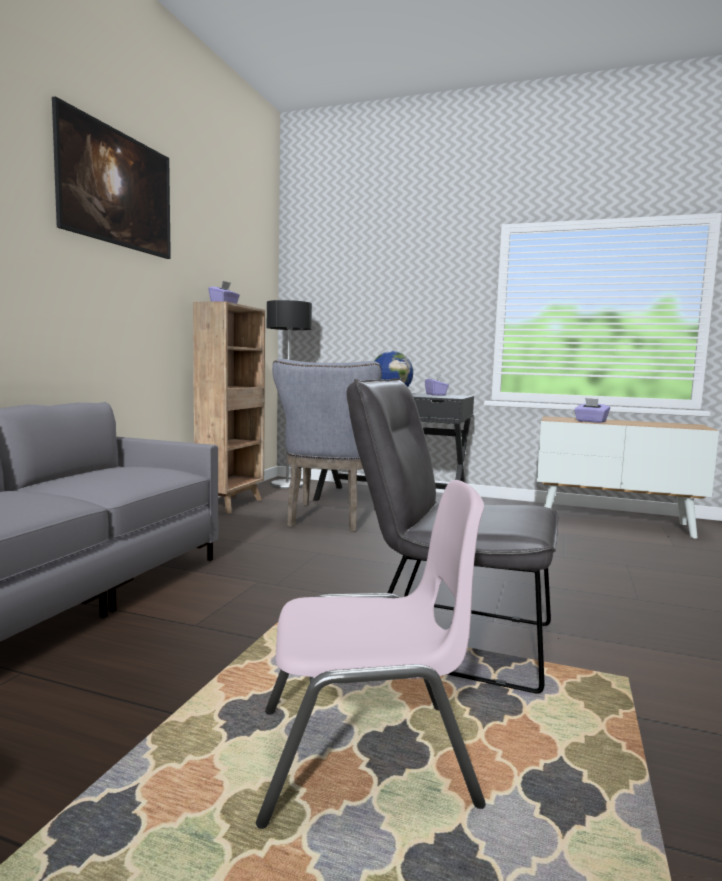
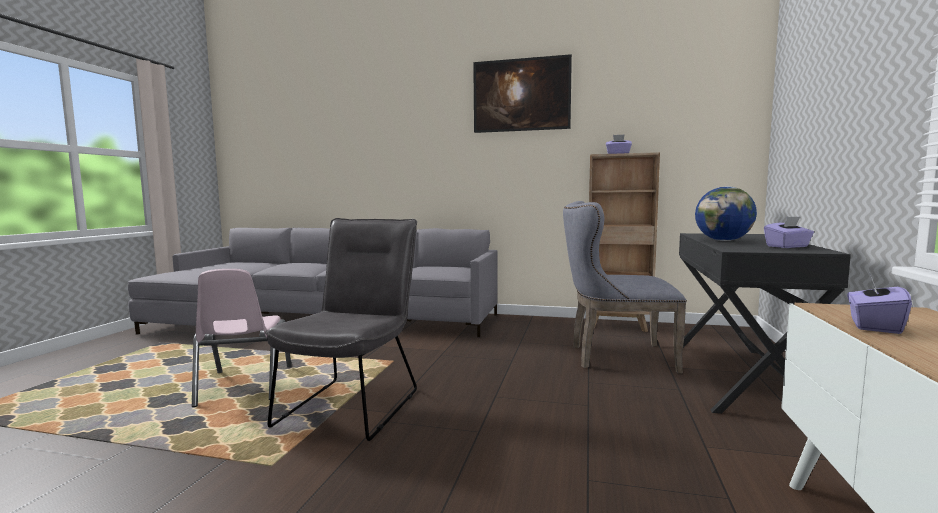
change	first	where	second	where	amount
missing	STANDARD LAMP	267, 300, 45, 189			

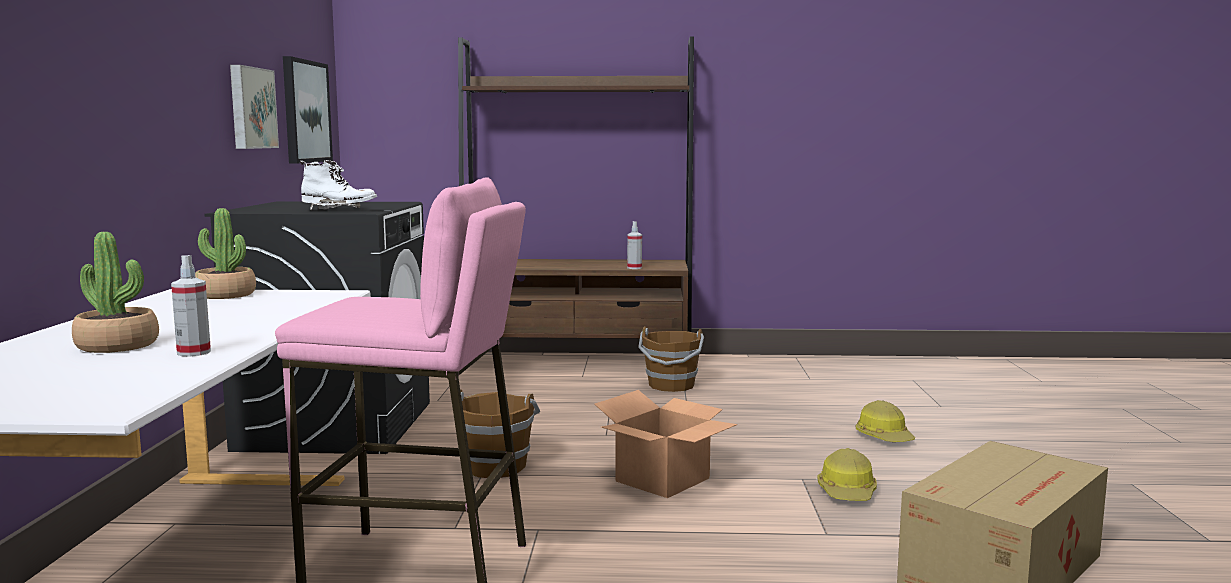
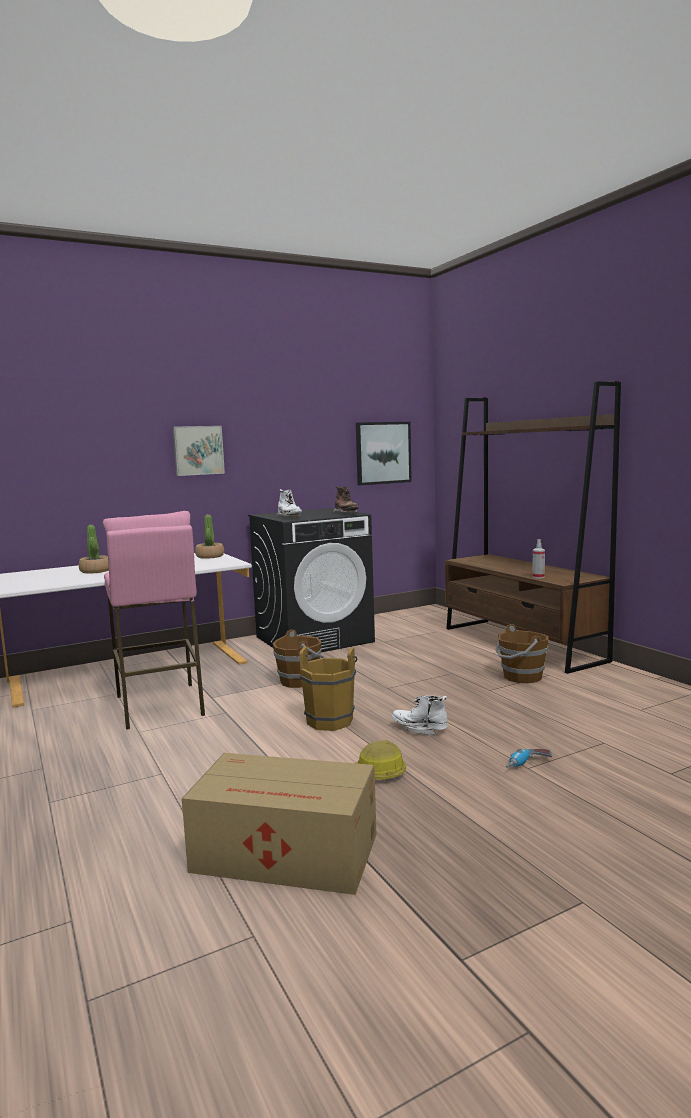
change	first	where	second	where	amount
missing	SPRAYER	171, 255, 40, 101			
relocated	PICTURE	230, 65, 49, 84		172, 426, 53, 50	
exchanged	CARTON	594, 390, 143, 108	BROWNISH WATER BUCKET	299, 646, 58, 85	
exchanged	HARD HAT	856, 400, 59, 42	ELECTRIC DRILL	506, 749, 46, 19	
appeared			BROWNISH TALL BOOT	333, 486, 26, 27	
appeared			WHITE-COLOURED TALL BOOT	391, 695, 57, 41	

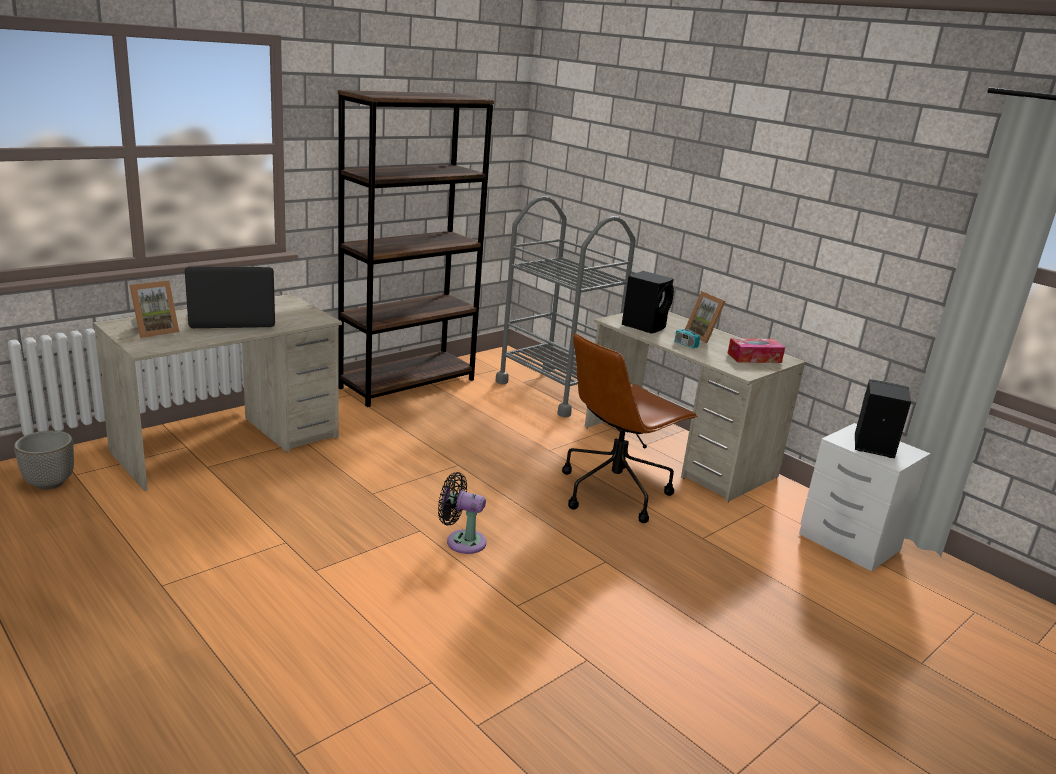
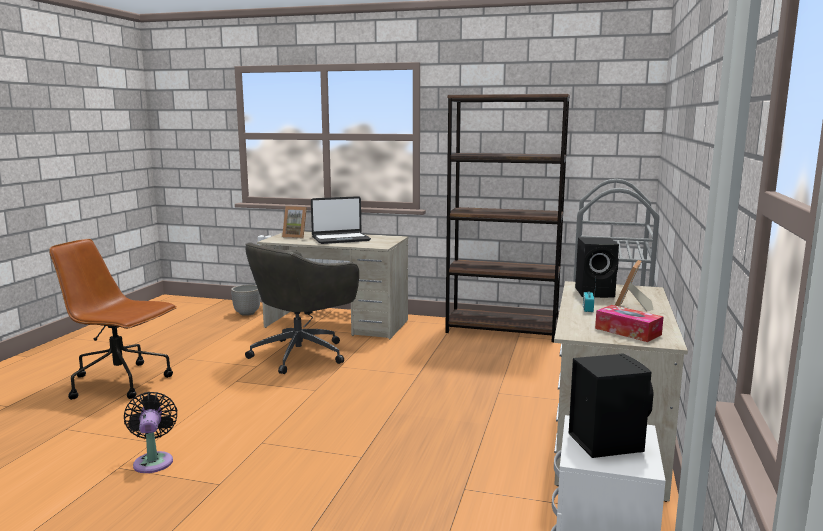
change	first	where	second	where	amount
spun	PORTABLE COMPUTER	185, 267, 90, 61		311, 196, 60, 48	120 degrees clockwise
relocated	BLACK-COLOURED COOLING FAN	438, 472, 49, 82		124, 392, 53, 81	
relocated	BROWNISH DESK CHAIR	562, 333, 136, 190		49, 239, 128, 161	
appeared			GREYISH DESK CHAIR	245, 242, 114, 132	

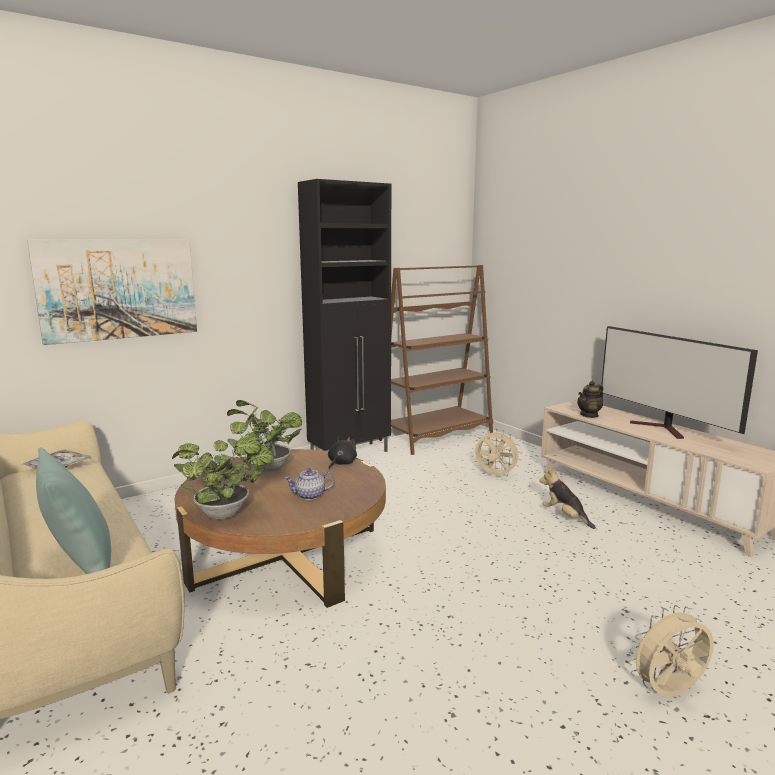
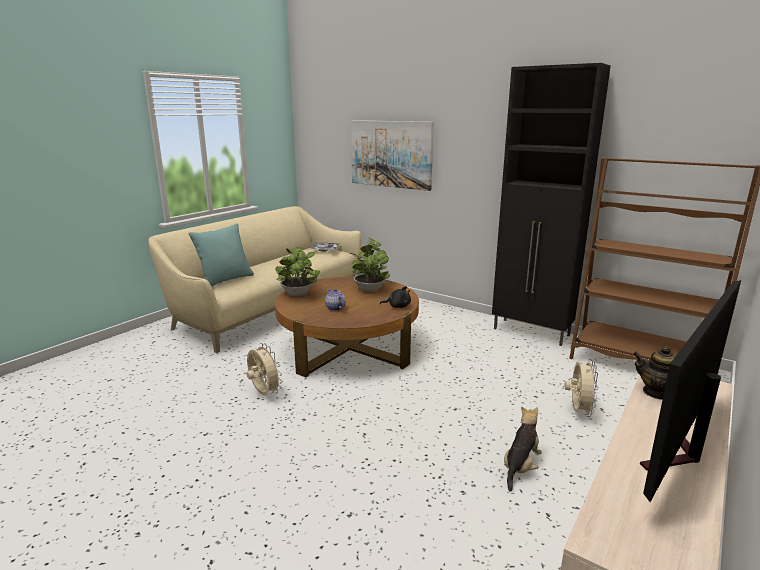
change	first	where	second	where	amount
relocated	BEIGE COOLING FAN	628, 605, 86, 91		246, 343, 37, 52	

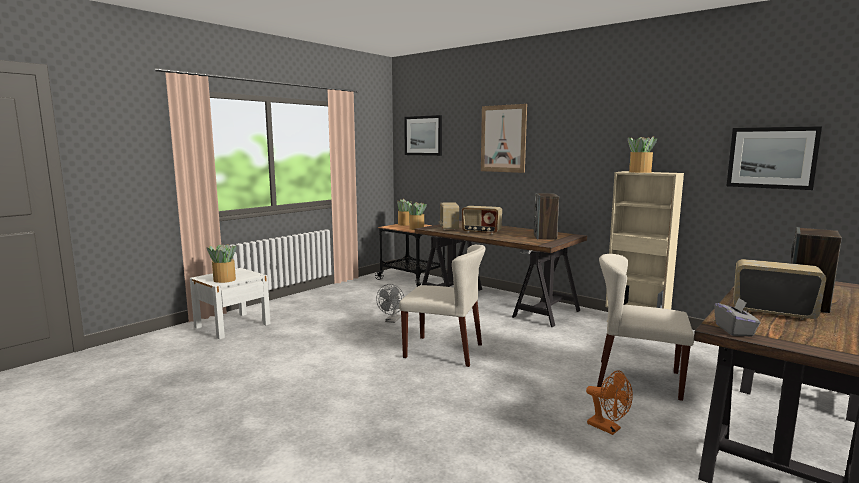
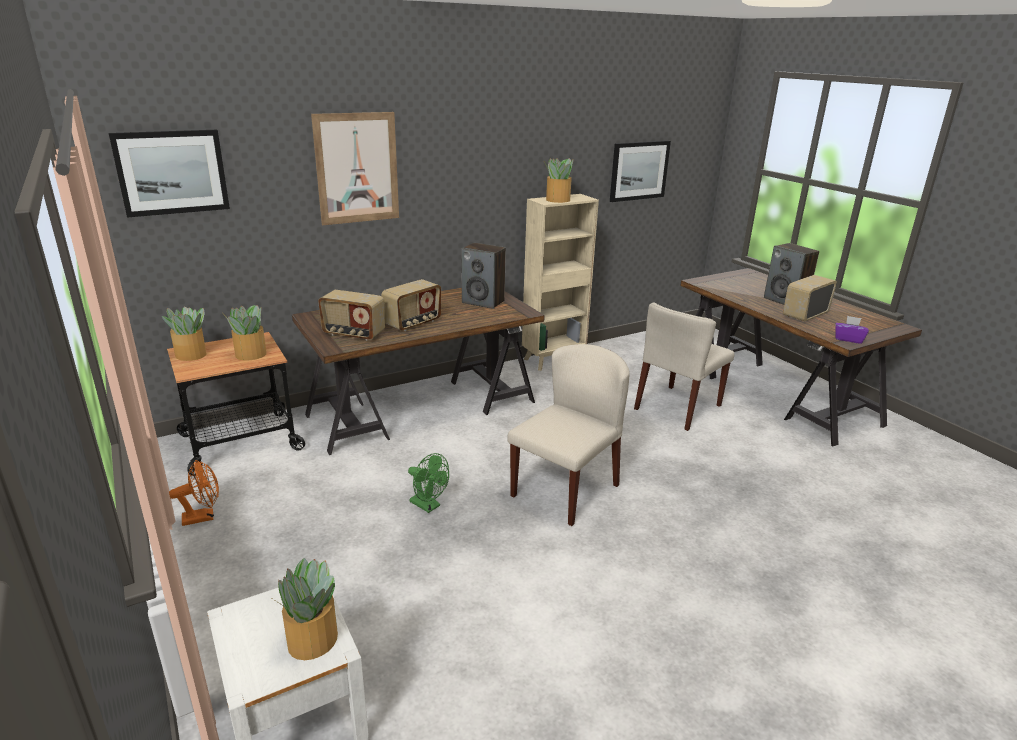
change	first	where	second	where	amount
colour	GREYISH COOLING FAN	376, 284, 28, 39	GREEN COOLING FAN	408, 453, 41, 60	
relocated	ORANGE COOLING FAN	586, 371, 47, 64		169, 460, 50, 66	
colour	GREYISH TISSUE BOX	714, 298, 46, 38	PURPLISH TISSUE BOX	835, 316, 34, 28	

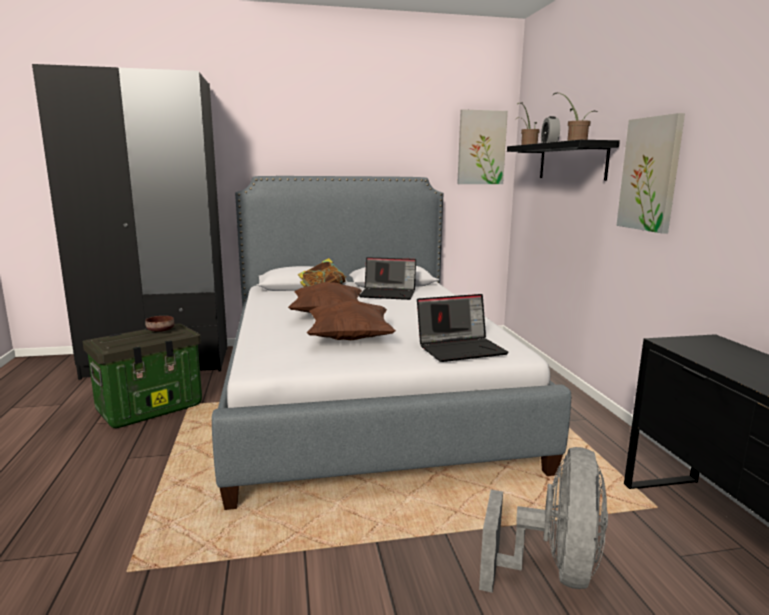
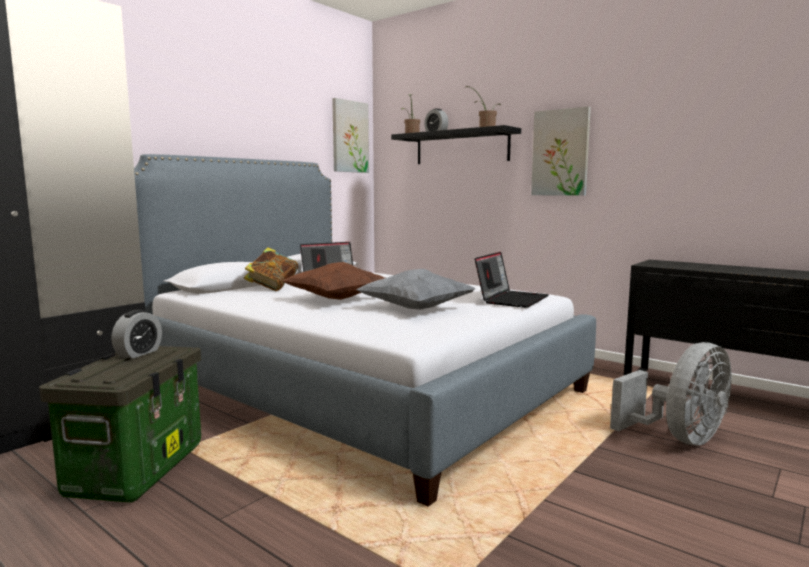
change	first	where	second	where	amount
exchanged	BROWNISH DEEP DISH	145, 316, 29, 16	BEDSIDE CLOCK	111, 310, 51, 48	
colour	BROWNISH PILLOW	307, 301, 89, 39	GREYISH PILLOW	356, 269, 119, 41	
spun	GREYISH COOLING FAN	479, 447, 129, 146		610, 342, 122, 103	75 degrees clockwise

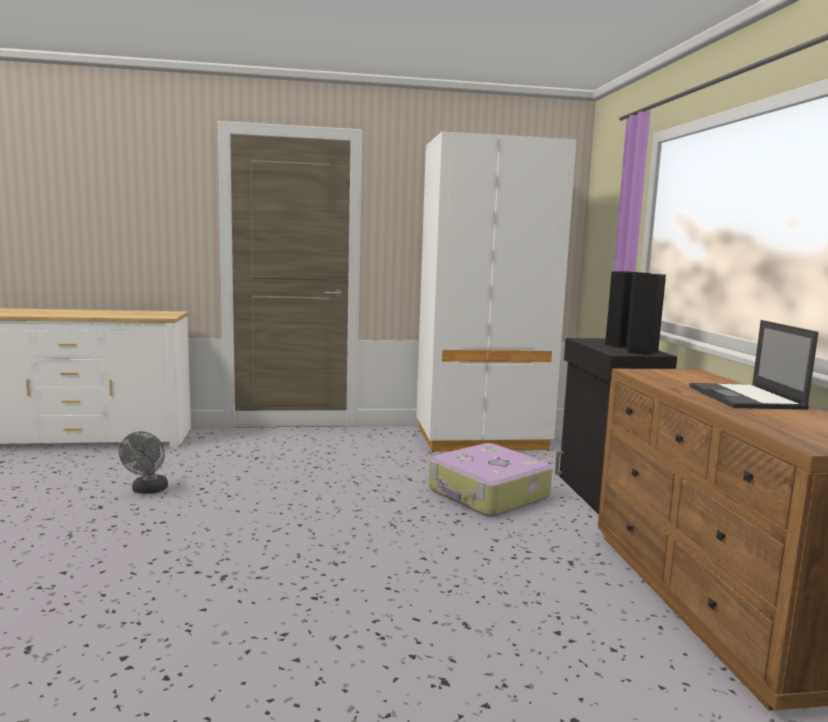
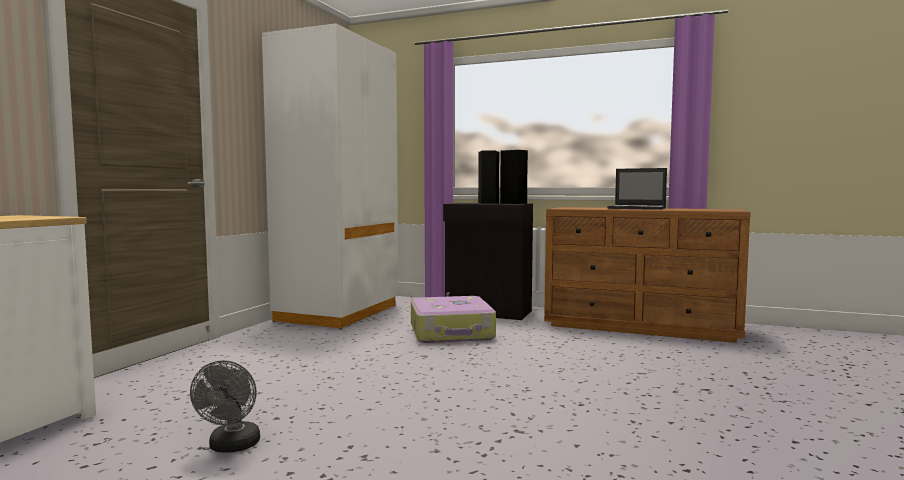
change	first	where	second	where	amount
spun	GREYISH COOLING FAN	119, 431, 49, 63		190, 360, 70, 93	60 degrees clockwise

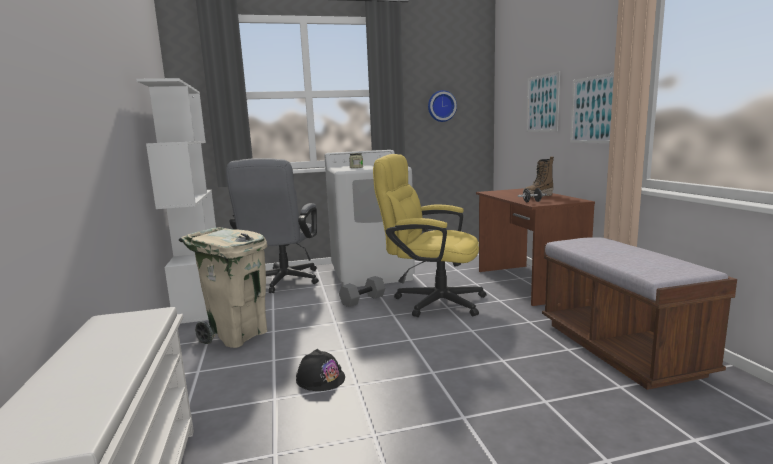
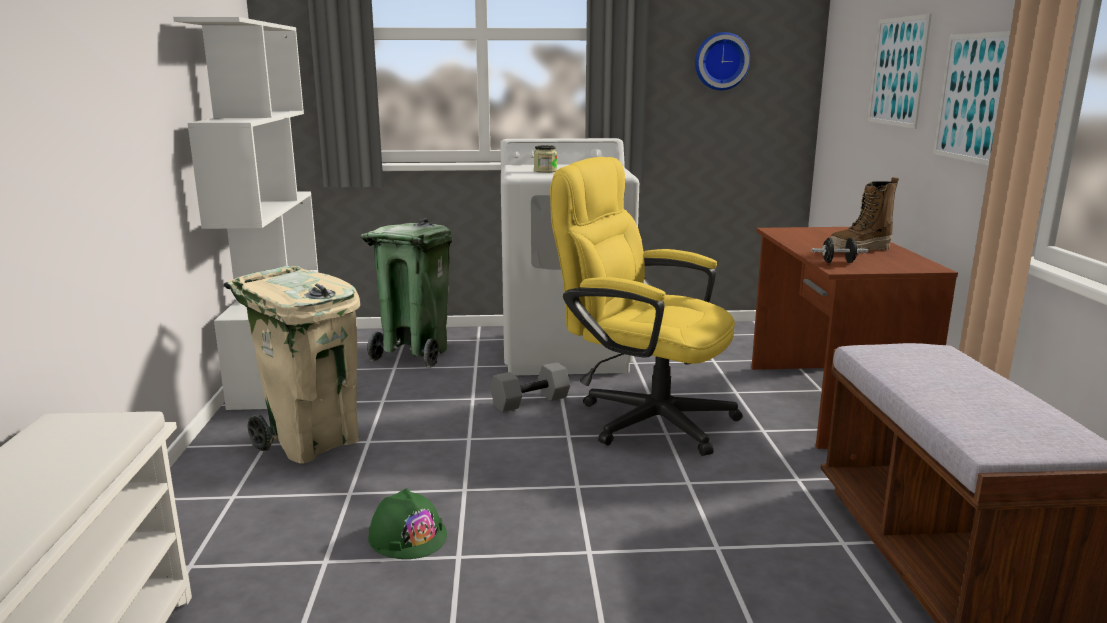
change	first	where	second	where	amount
exchanged	GREYISH DESK CHAIR	226, 158, 93, 135	GREEN TRASH CAN	361, 218, 91, 150	
colour	BLACK-COLOURED HARD HAT	296, 349, 49, 42	GREEN HARD HAT	368, 489, 79, 70	

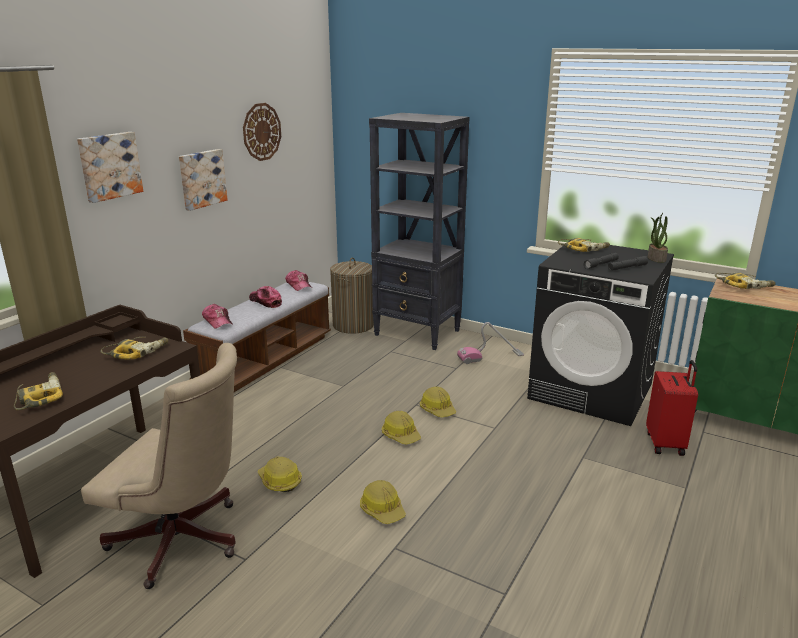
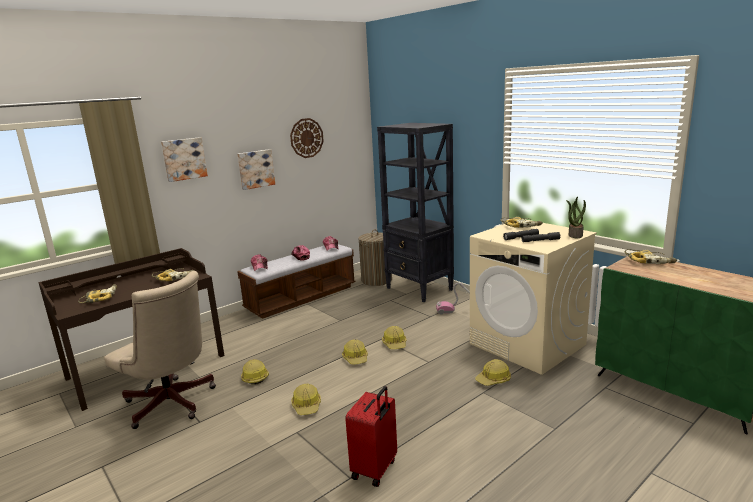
change	first	where	second	where	amount
colour	BLACK-COLOURED LAUNDRY MACHINE	527, 240, 147, 186	BEIGE LAUNDRY MACHINE	470, 219, 127, 156	
relocated	RED-COLOURED TRAVEL CASE	646, 360, 52, 96		345, 386, 52, 101	
appeared			HARD HAT	475, 359, 36, 27	

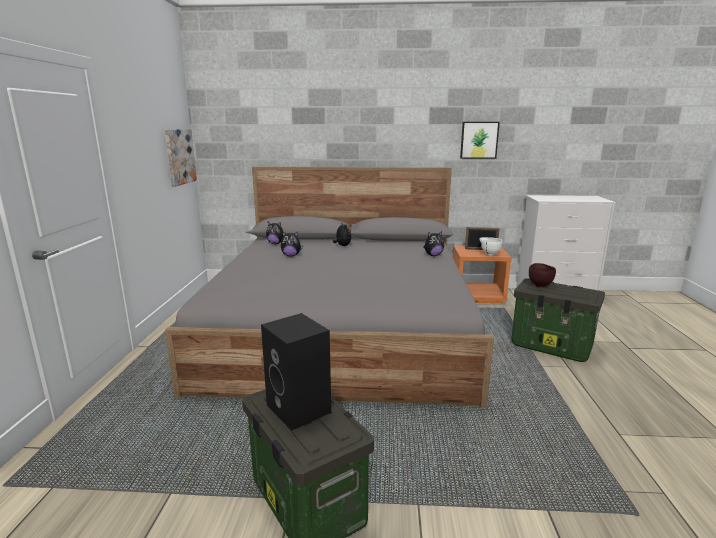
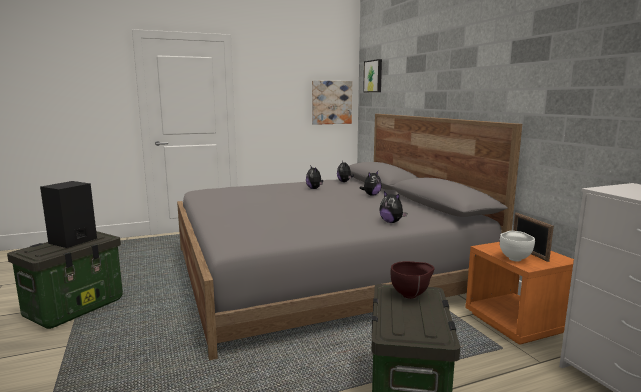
change	first	where	second	where	amount
relocated	PICTURE	460, 122, 40, 37		363, 59, 19, 33	

